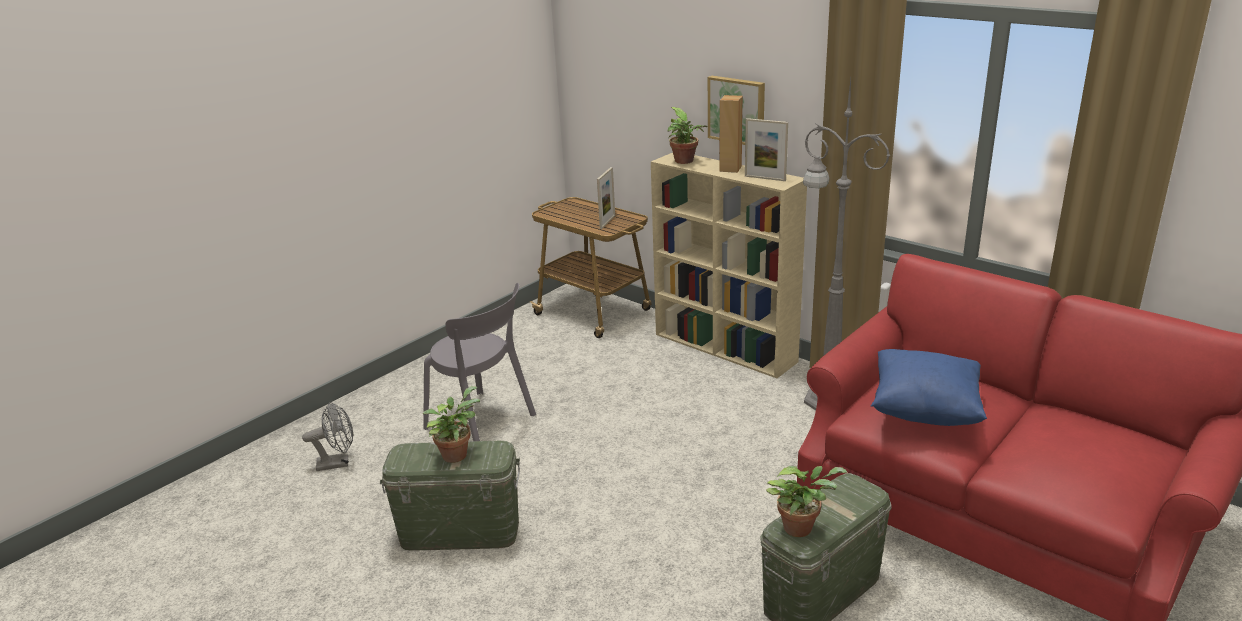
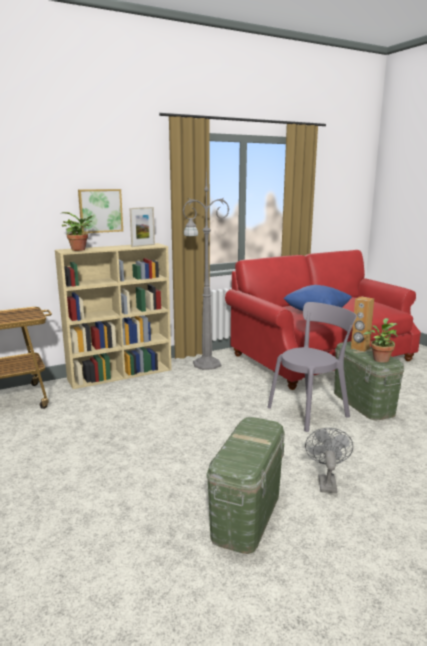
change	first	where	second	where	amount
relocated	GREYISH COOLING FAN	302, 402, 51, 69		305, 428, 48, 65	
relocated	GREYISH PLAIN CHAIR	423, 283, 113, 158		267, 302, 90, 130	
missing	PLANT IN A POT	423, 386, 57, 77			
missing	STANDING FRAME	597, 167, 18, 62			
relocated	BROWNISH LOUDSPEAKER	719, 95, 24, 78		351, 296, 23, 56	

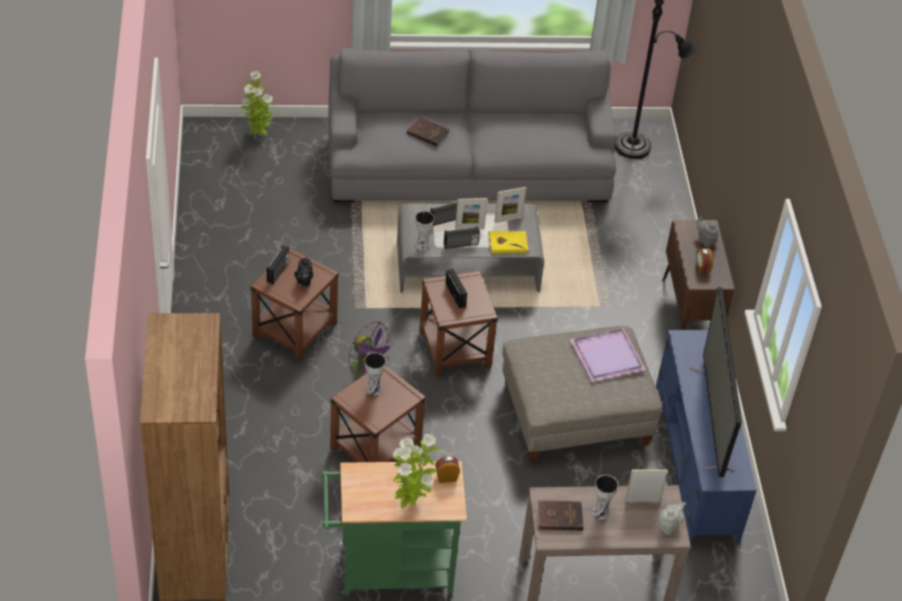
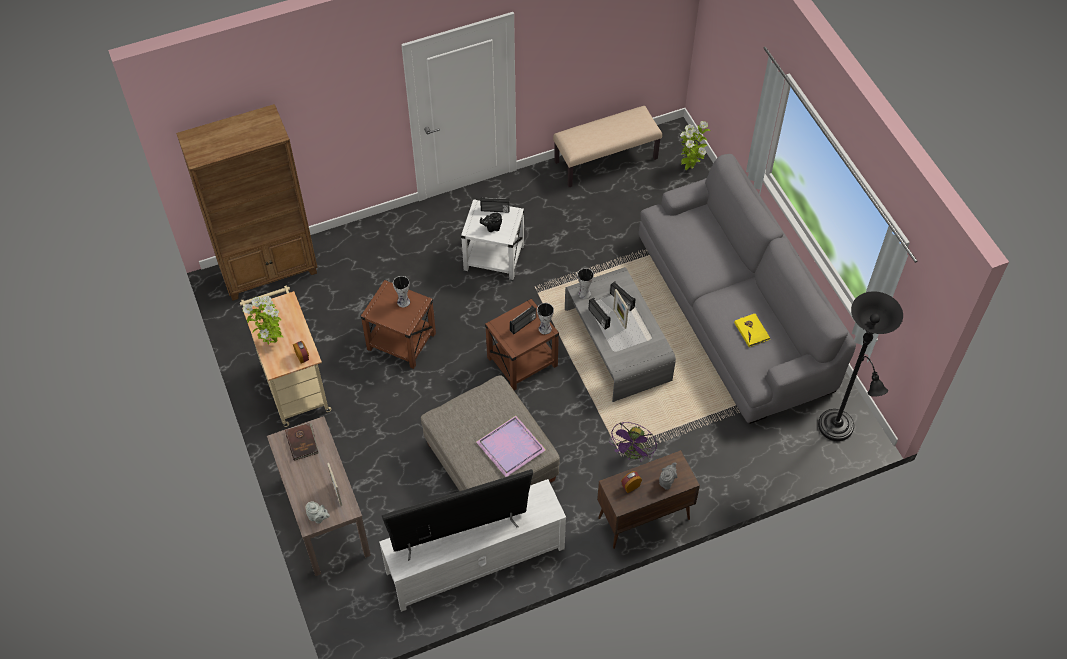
change	first	where	second	where	amount
colour	BROWNISH END TABLE	251, 248, 88, 114	WHITE-COLOURED END TABLE	461, 199, 63, 81	
colour	GREEN TROLLEY	321, 461, 146, 136	BEIGE TROLLEY	240, 286, 92, 141	
relocated	PURPLISH COOLING FAN	349, 321, 45, 57		610, 422, 47, 40	
missing	BROWNISH BOUND BOOK	407, 117, 43, 30			
relocated	YELLOW BOUND BOOK	488, 231, 40, 22		734, 313, 36, 34	
missing	STANDING FRAME	494, 187, 32, 36			
relocated	VASE	592, 475, 26, 45		537, 303, 17, 31	
colour	BLUISH MEDIA CONSOLE	656, 330, 101, 215	WHITE-COLOURED MEDIA CONSOLE	379, 479, 187, 133	
appeared			BEIGE INDOOR BENCH	553, 106, 109, 81	

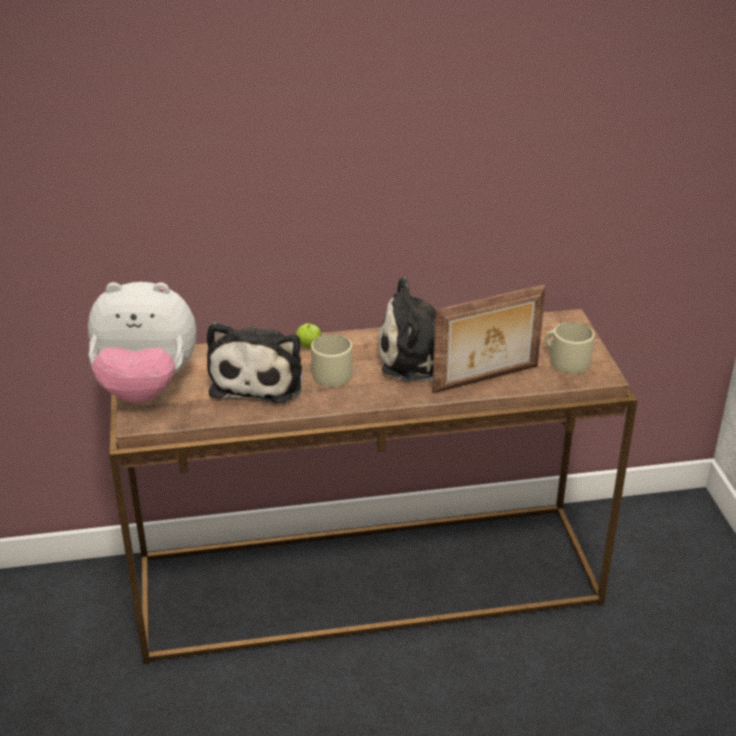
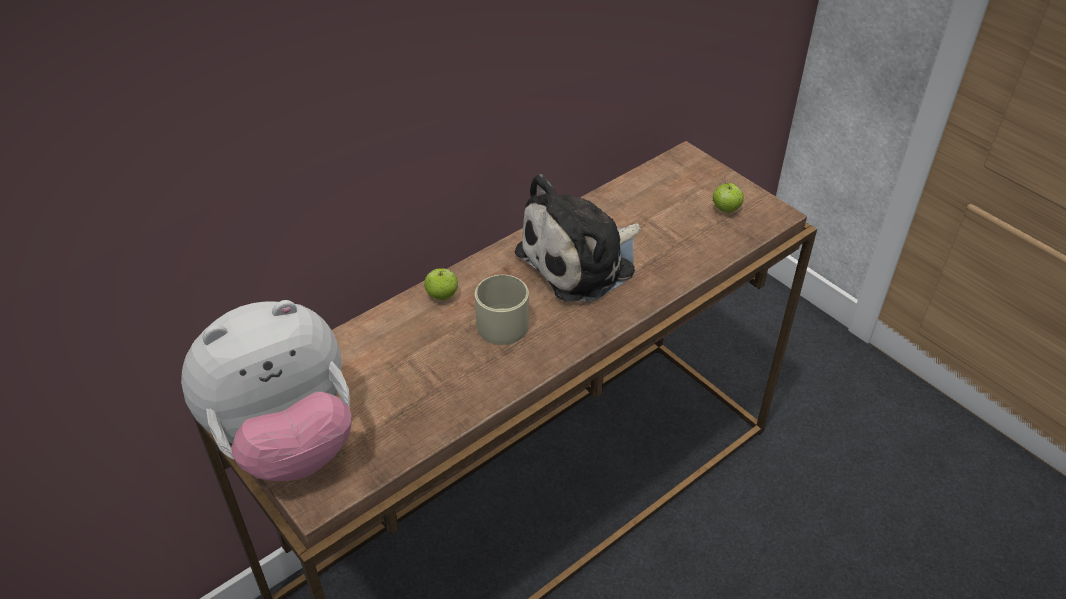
change	first	where	second	where	amount
missing	SOFT TOY	207, 322, 95, 82			
missing	STANDING FRAME	432, 284, 114, 110			
exchanged	BEIGE COFFEE MUG	545, 322, 50, 51	WHOLE APPLE	713, 183, 31, 30	

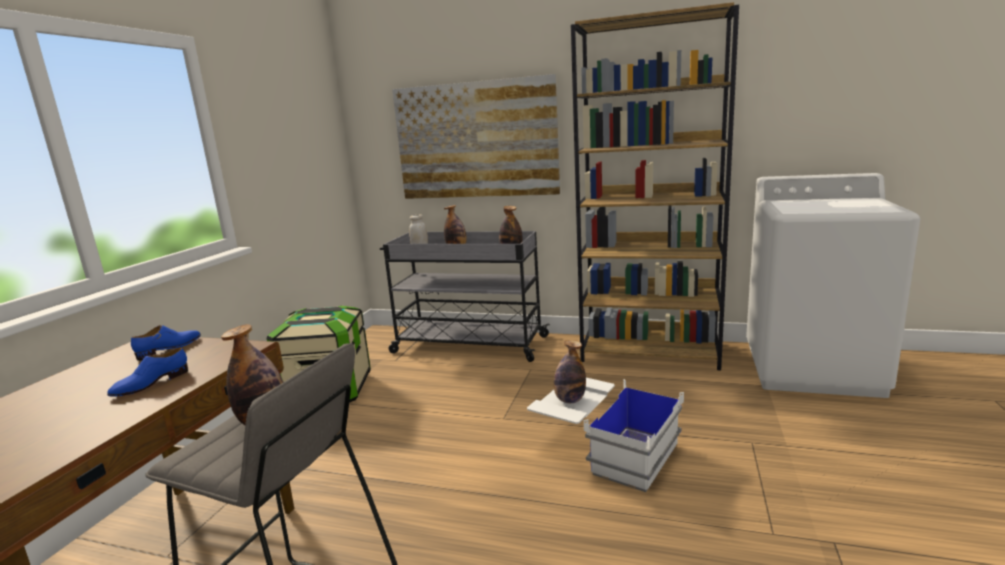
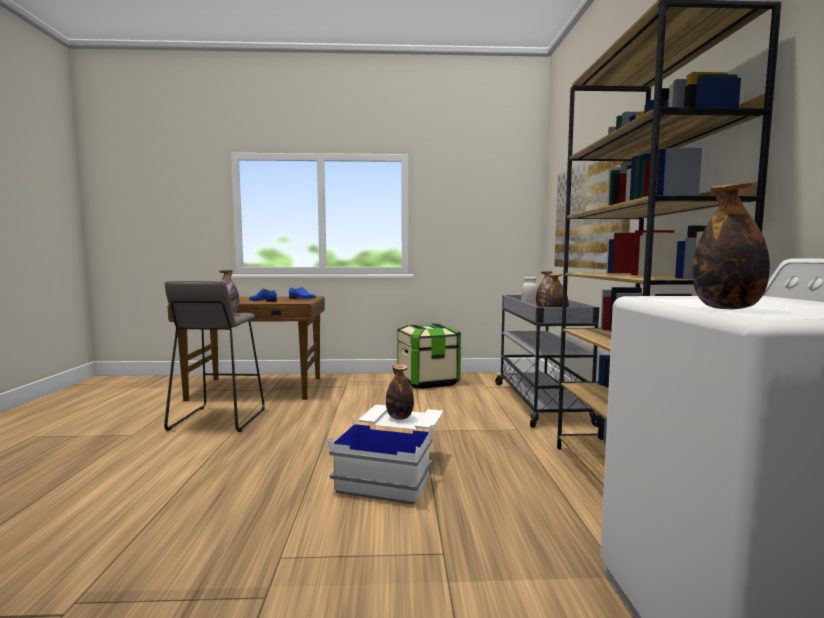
change	first	where	second	where	amount
appeared			DRINK BOTTLE	693, 182, 77, 127	

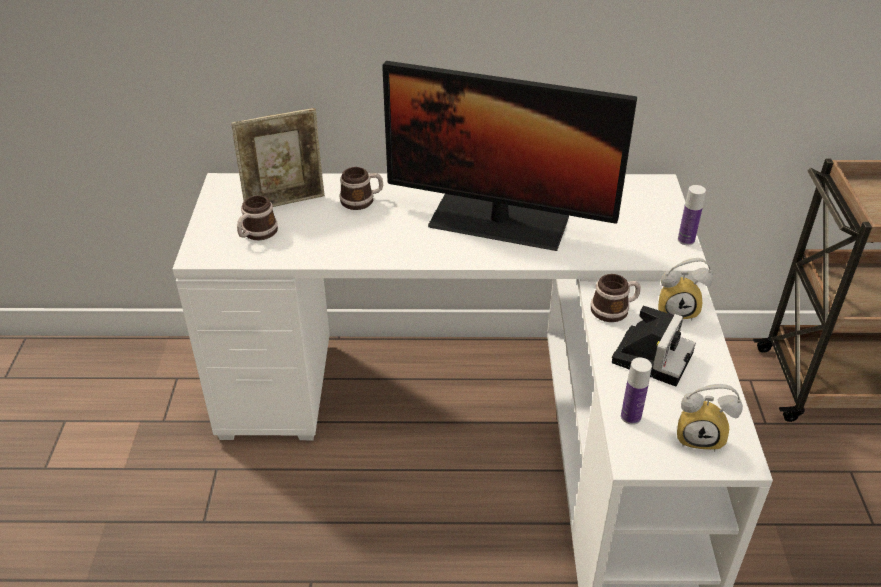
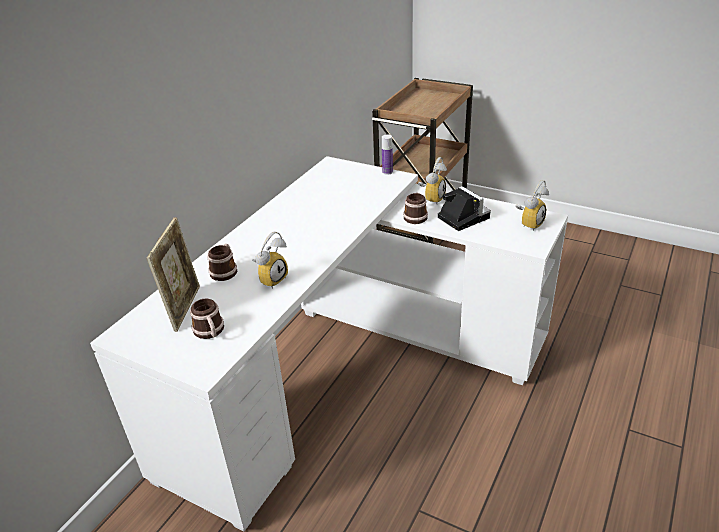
change	first	where	second	where	amount
missing	COMPUTER SCREEN	382, 61, 255, 190			
missing	DRINK BOTTLE	621, 357, 31, 68			
appeared			BEDSIDE CLOCK	252, 232, 36, 57	

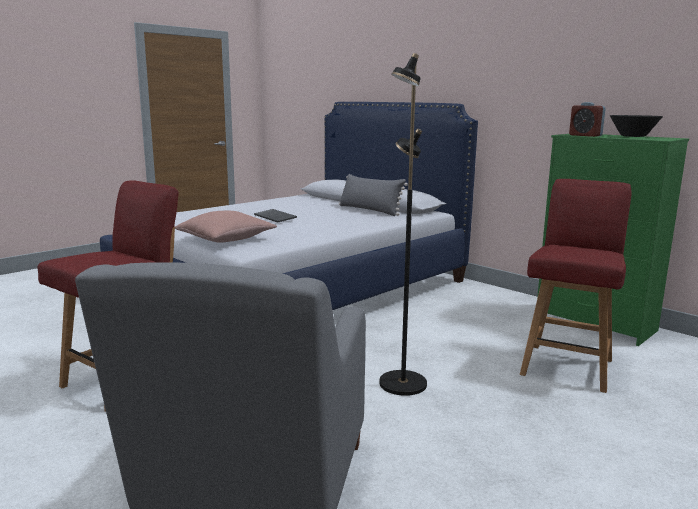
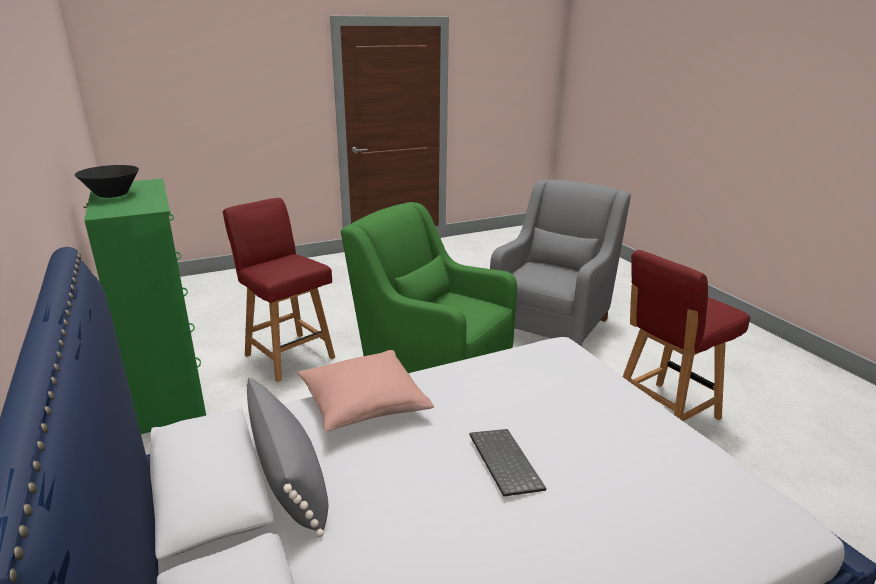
change	first	where	second	where	amount
relocated	PINK-COLOURED PILLOW	175, 211, 102, 32		298, 350, 136, 81	
exchanged	BLACK-COLOURED STANDARD LAMP	379, 53, 48, 343	GREEN ARMCHAIR	341, 202, 176, 171	
spun	RED-COLOURED PLAIN CHAIR	520, 179, 112, 214		223, 198, 112, 184	90 degrees clockwise
missing	BEDSIDE CLOCK	569, 102, 37, 35			

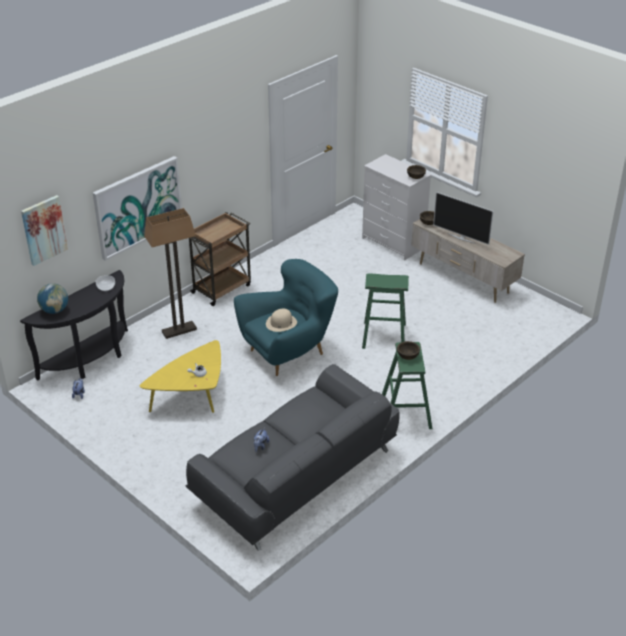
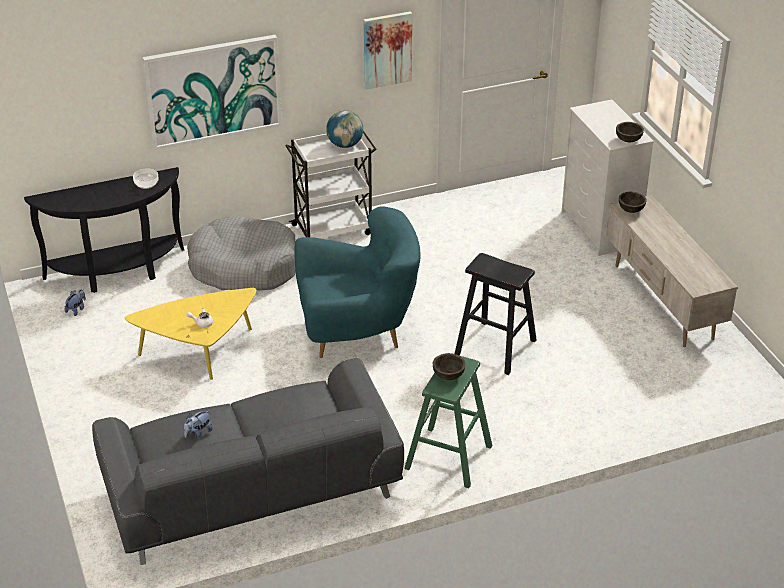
change	first	where	second	where	amount
relocated	PICTURE	21, 195, 47, 71		363, 11, 49, 79	
relocated	WORLD GLOBE	37, 283, 31, 31		326, 111, 37, 37	
exchanged	STANDARD LAMP	144, 208, 53, 131	GREYISH DOG BED	187, 216, 109, 75	
colour	BROWNISH TROLLEY	189, 212, 62, 94	WHITE-COLOURED TROLLEY	286, 131, 91, 108	
missing	BEIGE CLOTHING HAT	266, 309, 31, 23			
colour	GREEN STOOL	362, 273, 47, 76	BLACK-COLOURED STOOL	455, 253, 82, 122	
missing	TV	433, 192, 60, 53			

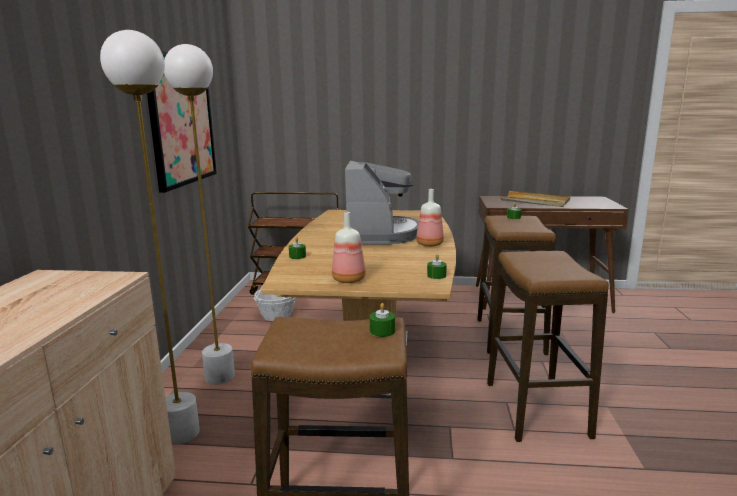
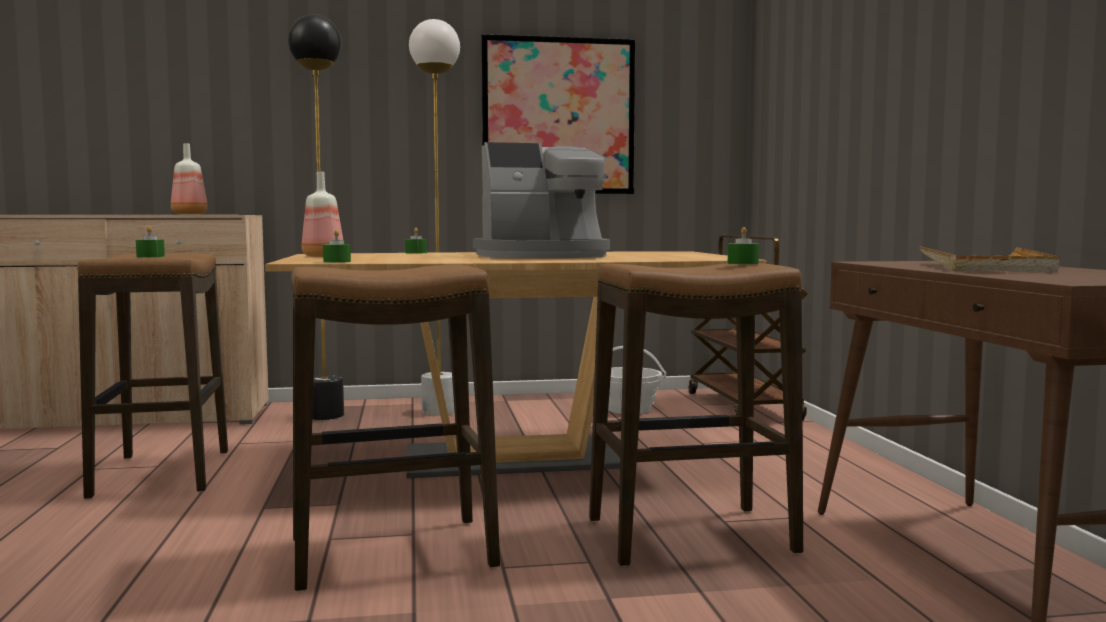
change	first	where	second	where	amount
colour	WHITE-COLOURED STANDARD LAMP	100, 30, 100, 414	BLACK-COLOURED STANDARD LAMP	288, 14, 56, 406	
relocated	DRINK BOTTLE	416, 189, 28, 58		171, 144, 37, 70	

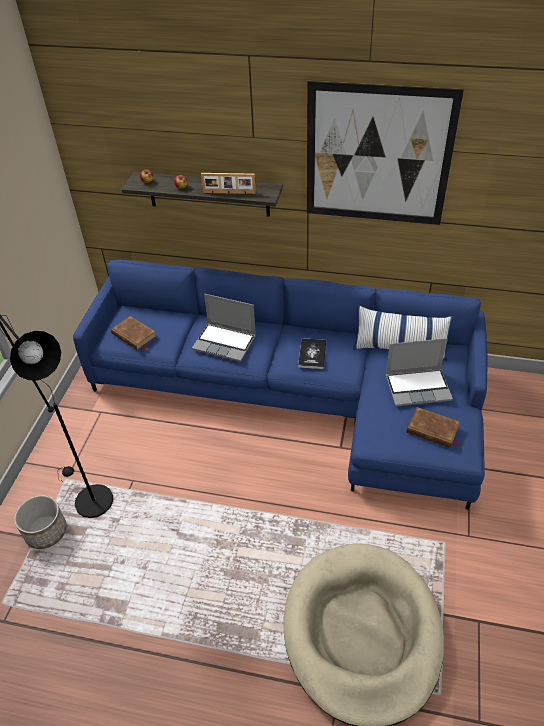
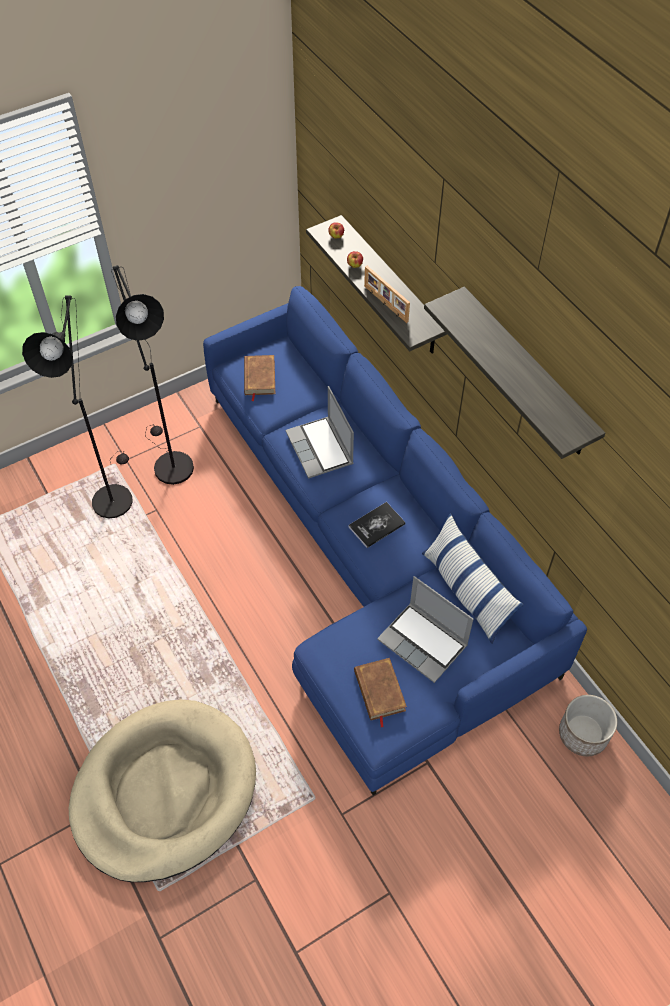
change	first	where	second	where	amount
relocated	FLOWER POT	14, 495, 53, 54		559, 695, 58, 61	
exchanged	PICTURE	307, 81, 157, 144	BRACKET SHELF	424, 287, 182, 172	
appeared			BLACK-COLOURED STANDARD LAMP	111, 265, 83, 220	

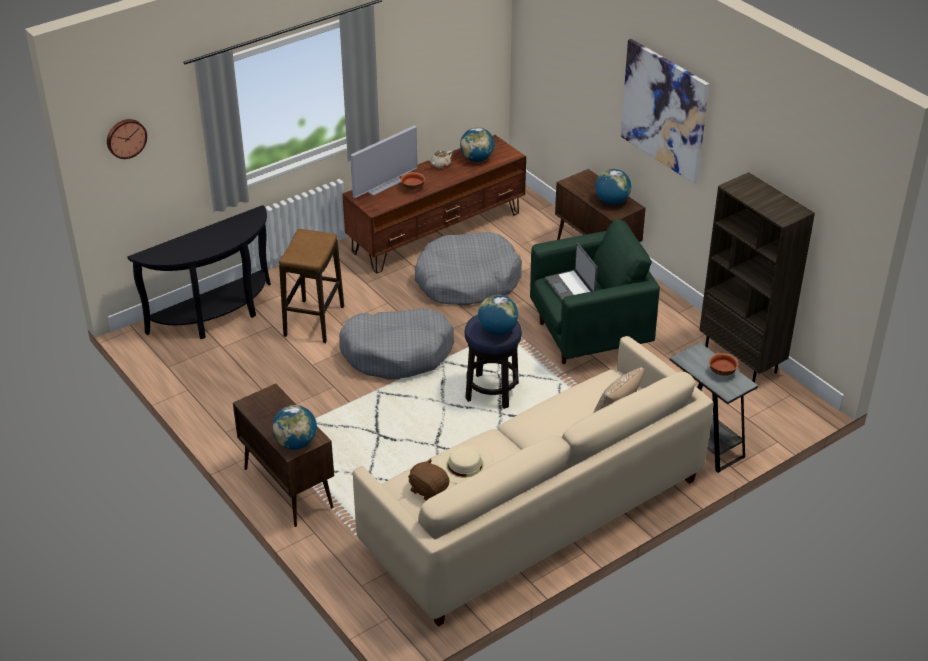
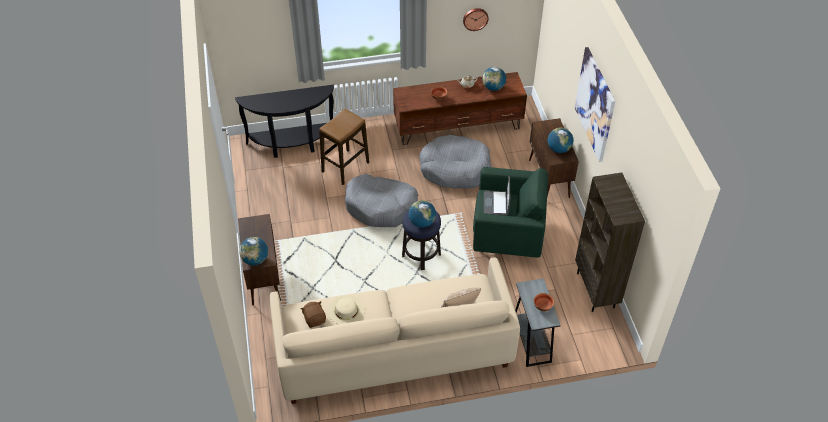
change	first	where	second	where	amount
relocated	CLOCK ON THE WALL	107, 119, 40, 40		463, 8, 26, 23	
missing	TV	350, 125, 68, 73			

